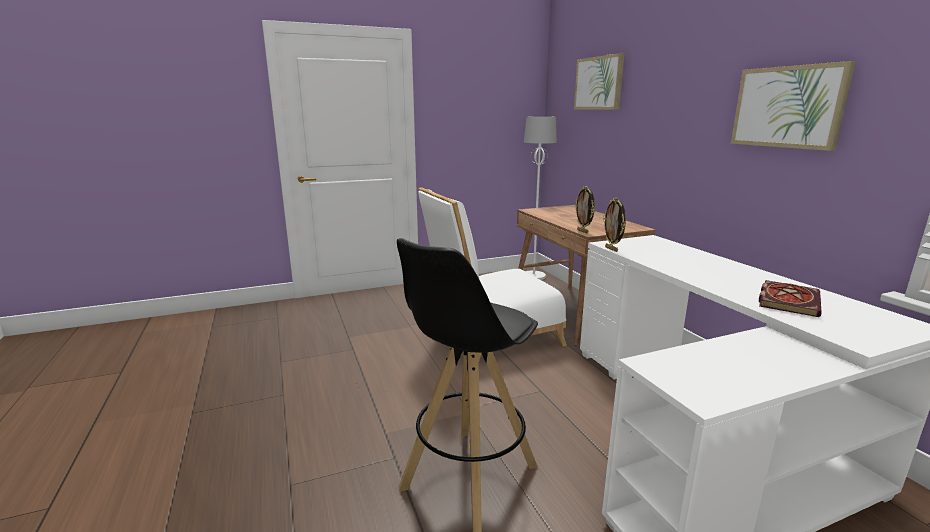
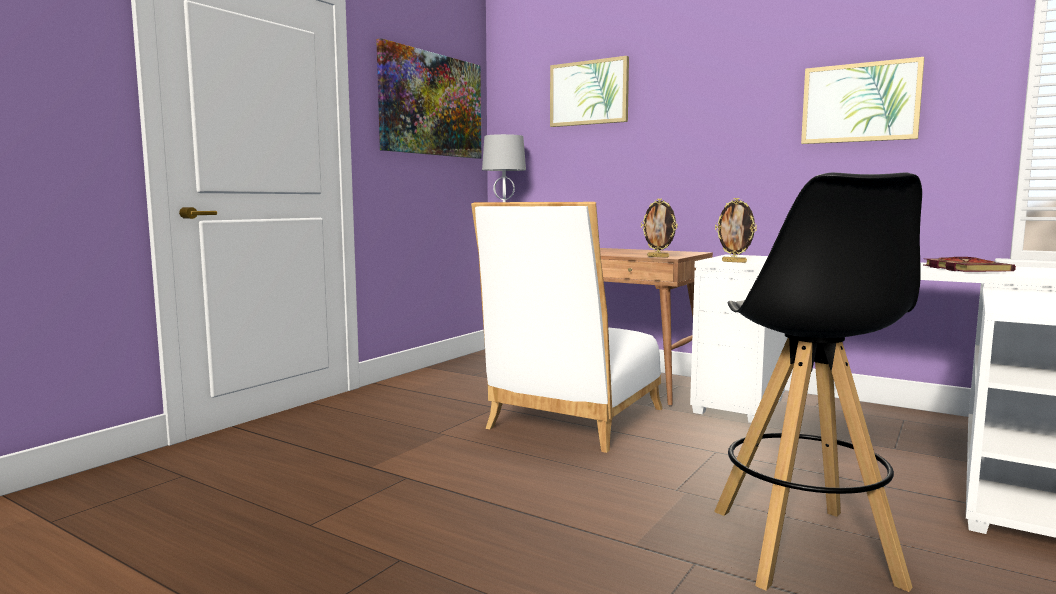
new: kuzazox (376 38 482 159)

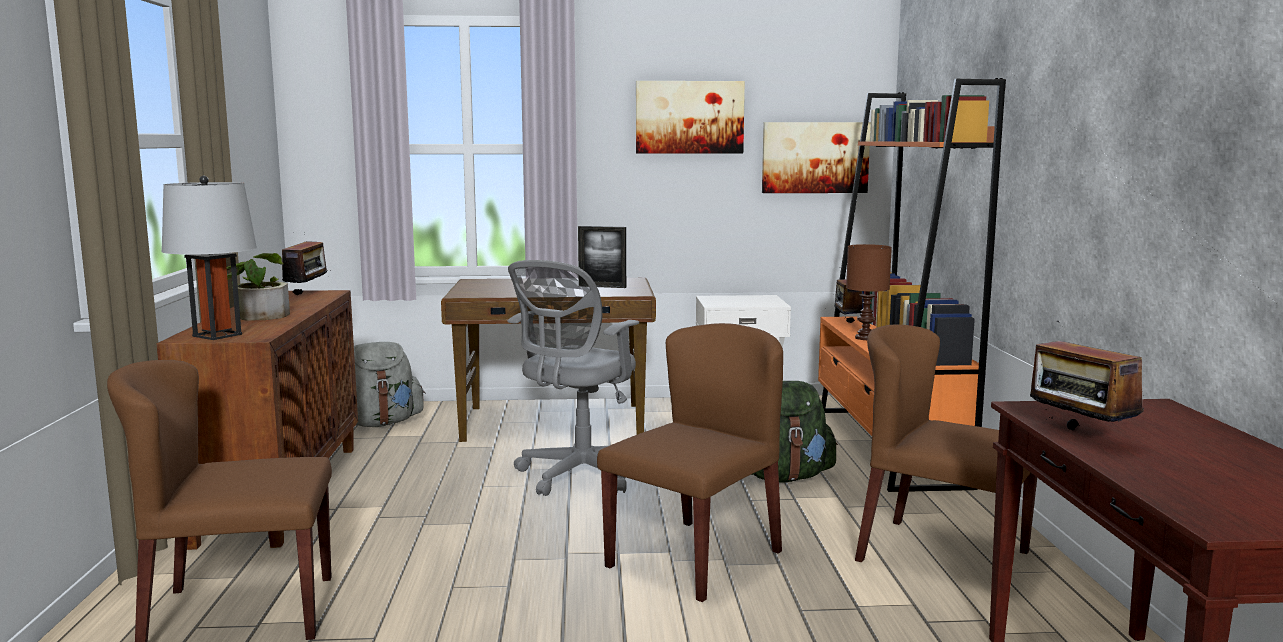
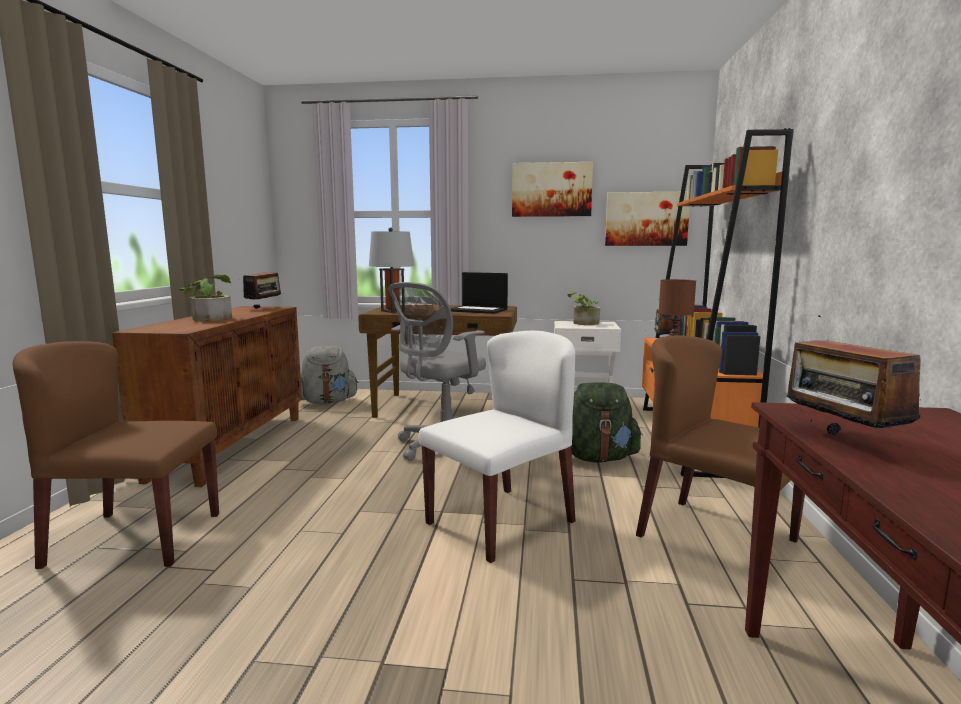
new: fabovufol (568 291 600 325)
shifted: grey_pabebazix (162 176 257 340) to (369 228 414 313)
swapped: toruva (578 226 626 288) to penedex (450 272 508 314)
repainted: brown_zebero (597 323 783 602) to white_zebero (418 331 575 563)

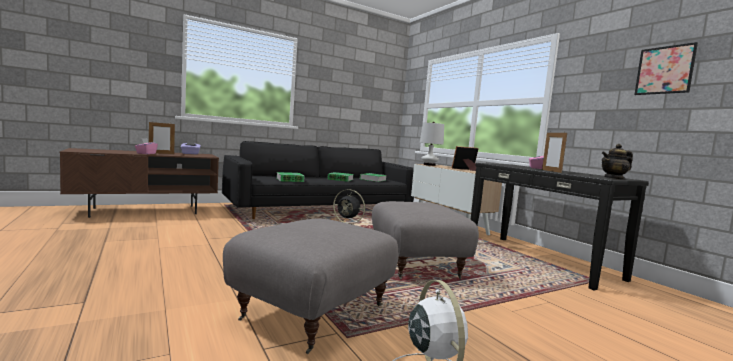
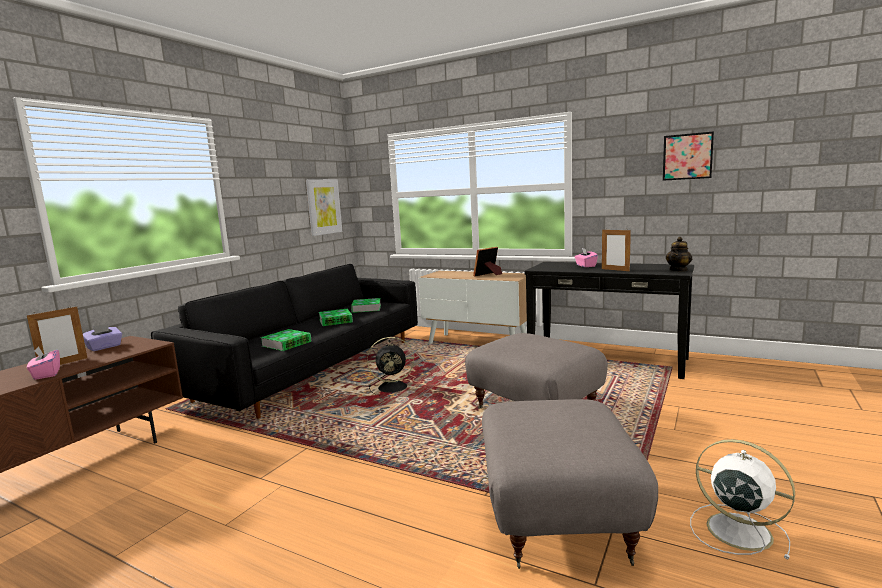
gone: white_pabebazix (420 122 444 166)
new: kuzazox (306 179 342 236)

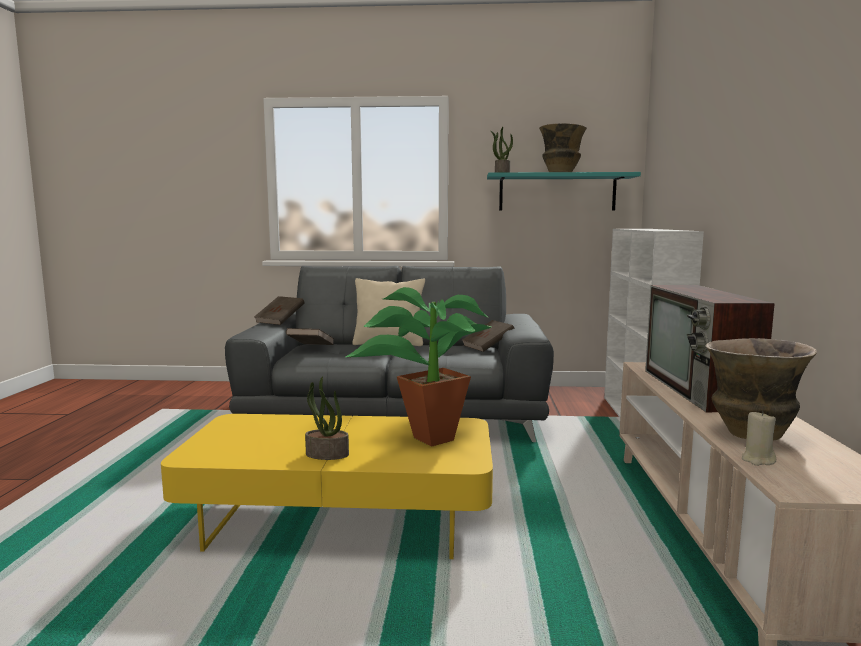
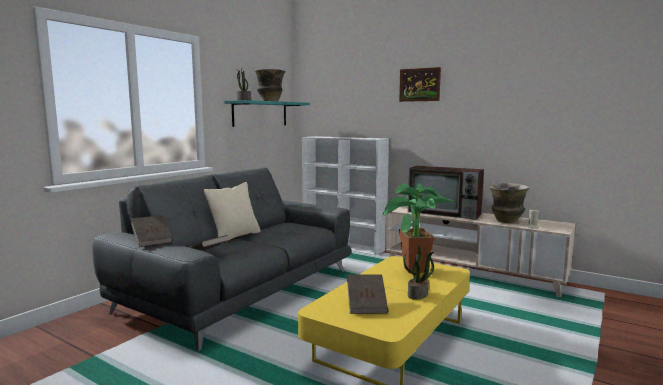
new: kuzazox (399 67 441 102)
shifted: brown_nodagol (462 320 514 352) to (347 275 388 314)

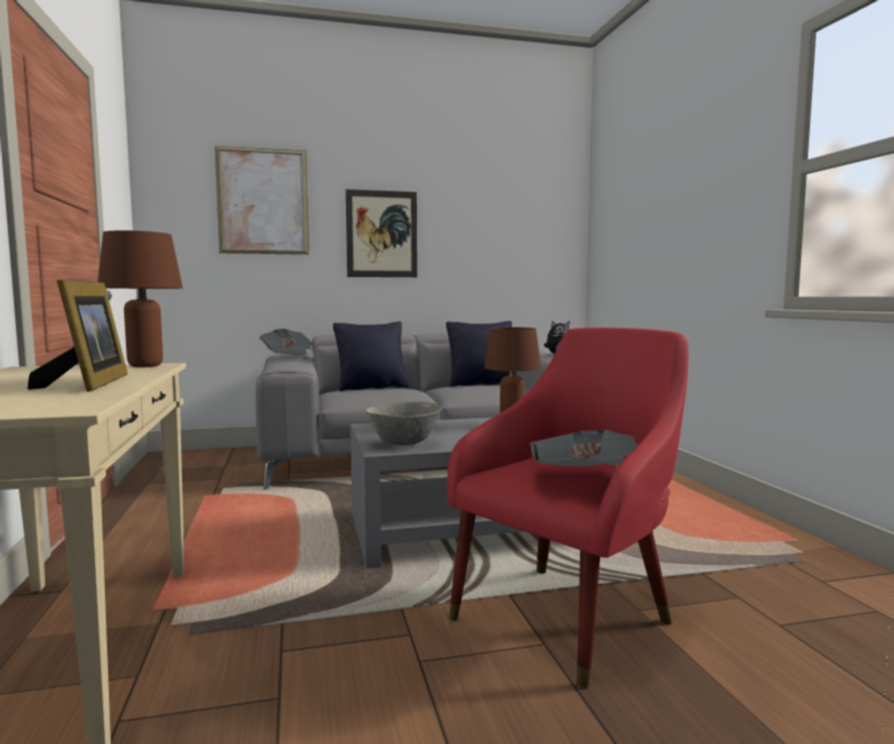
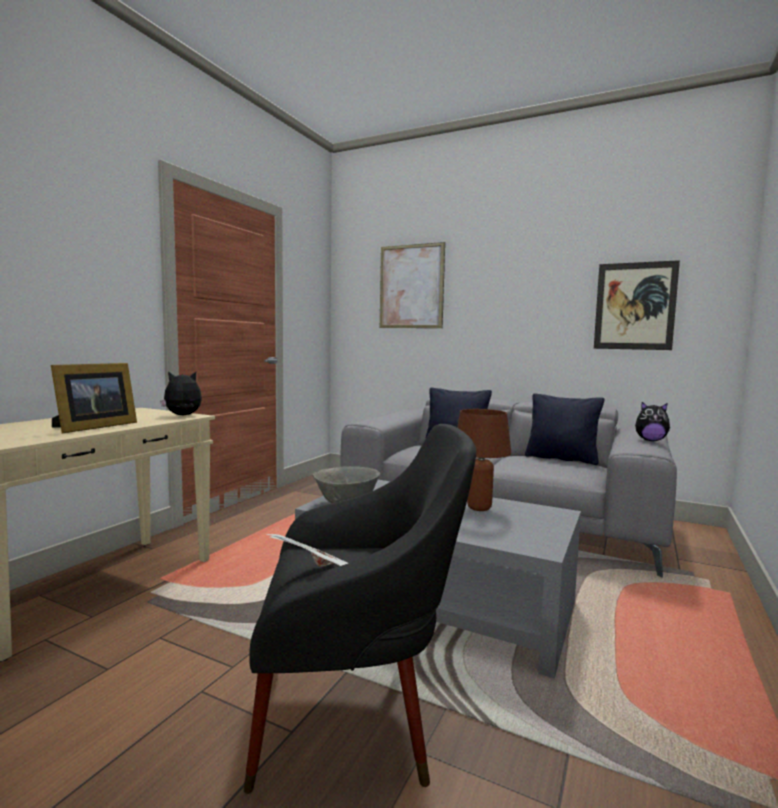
gone: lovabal (259 329 313 356)
shifted: kuzazox (346 189 417 277) to (594 260 680 350)
swapped: brown_pabebazix (98 230 183 367) to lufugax (160 371 202 416)
repainted: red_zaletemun (447 327 688 689) to black_zaletemun (244 424 476 794)

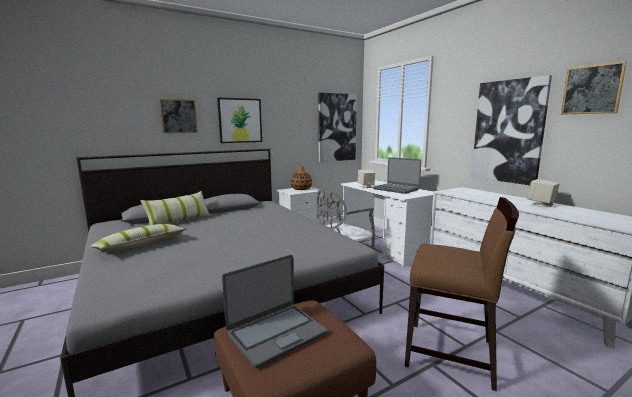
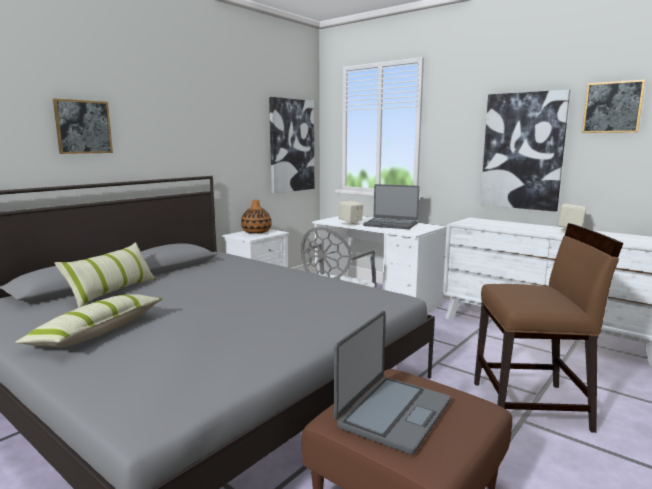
gone: kuzazox (217 98 262 143)

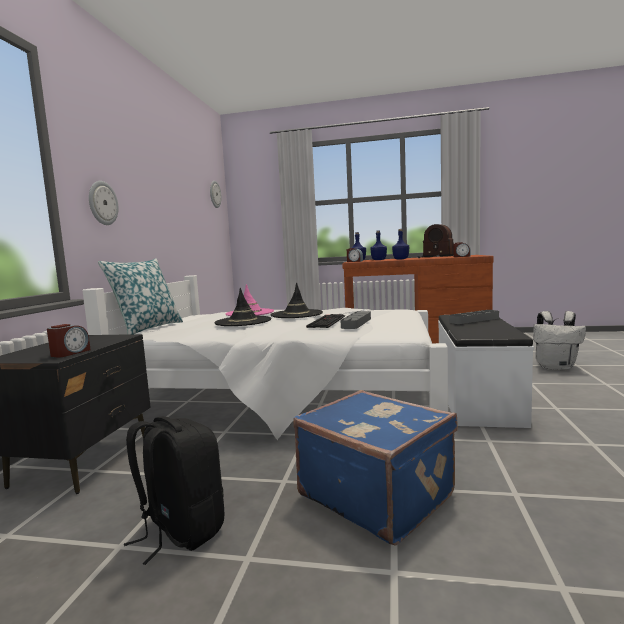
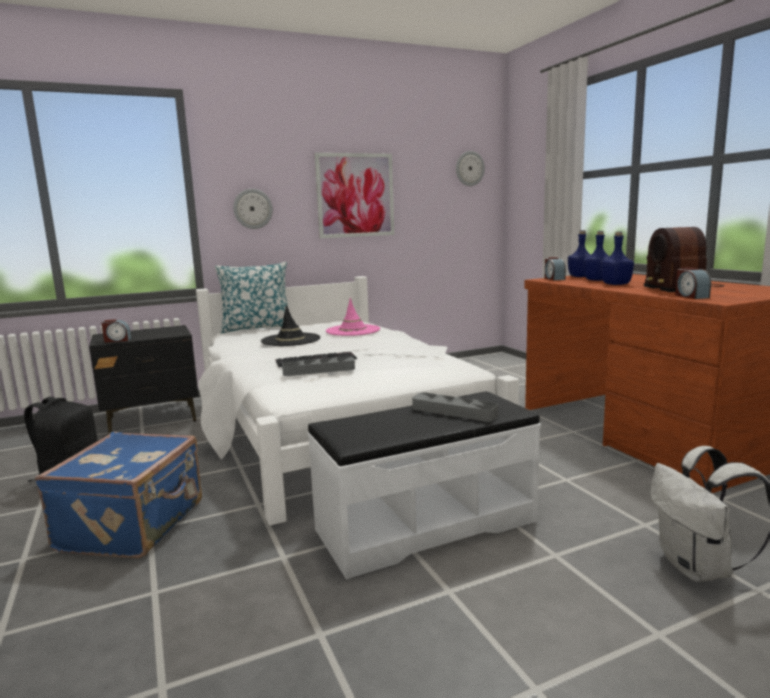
gone: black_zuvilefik (271 283 323 318)
new: kuzazox (315 153 394 238)

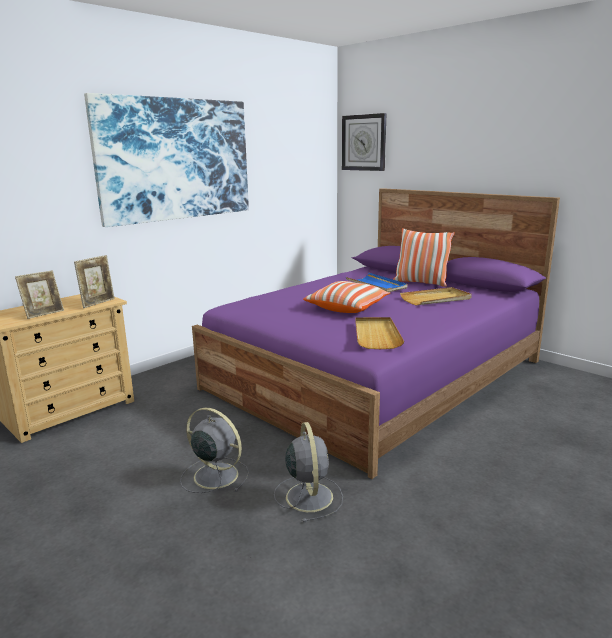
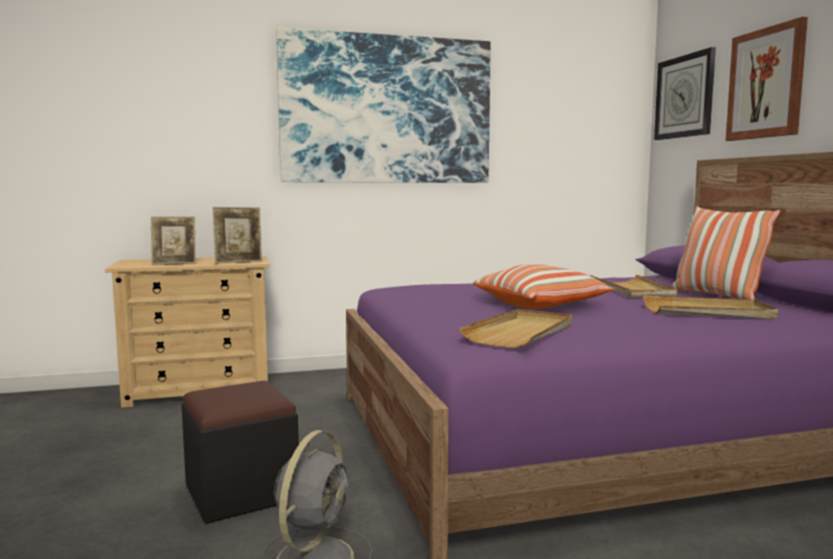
new: kuzazox (726 17 808 141)
swapped: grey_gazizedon (180 408 249 493) to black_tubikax (182 381 299 524)
repainted: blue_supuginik (346 273 408 292) to beige_supuginik (590 274 677 298)

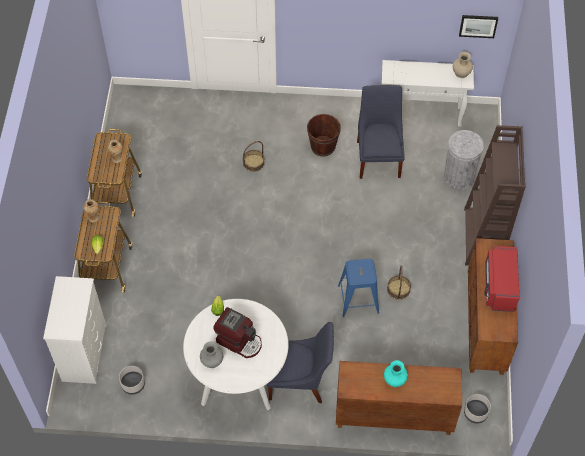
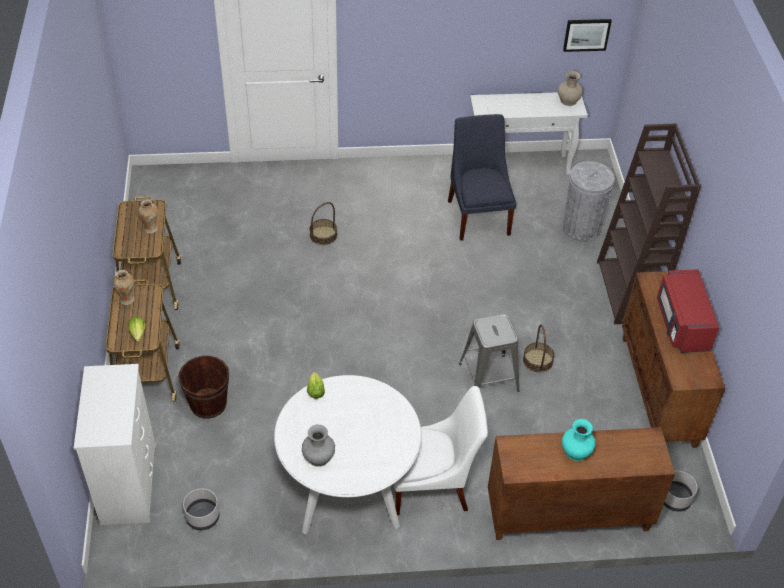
gone: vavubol (213 307 262 358)
shifted: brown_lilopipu (307 114 341 157) to (178 356 229 419)
repainted: blue_zebero (267 322 334 403) to white_zebero (394 386 488 515); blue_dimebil (338 259 379 317) to grey_dimebil (459 314 520 392)

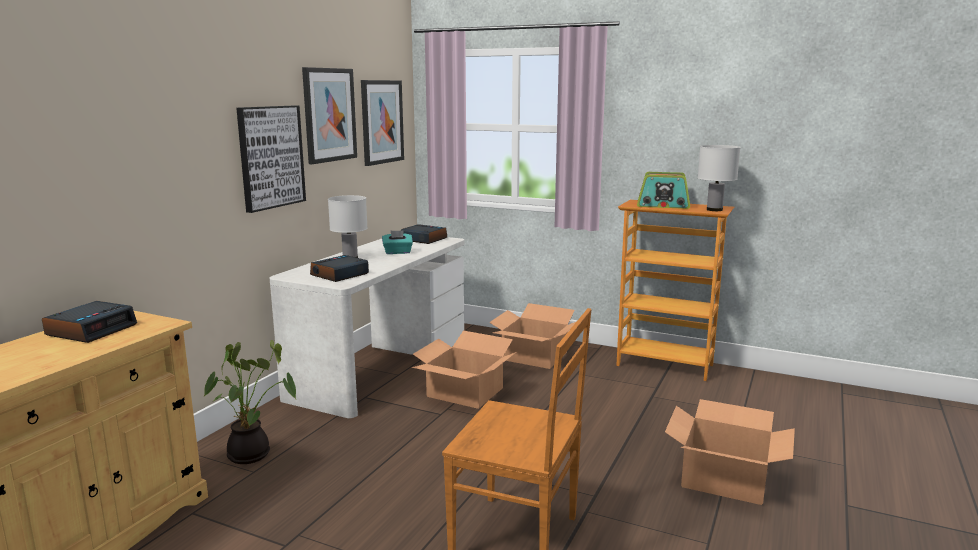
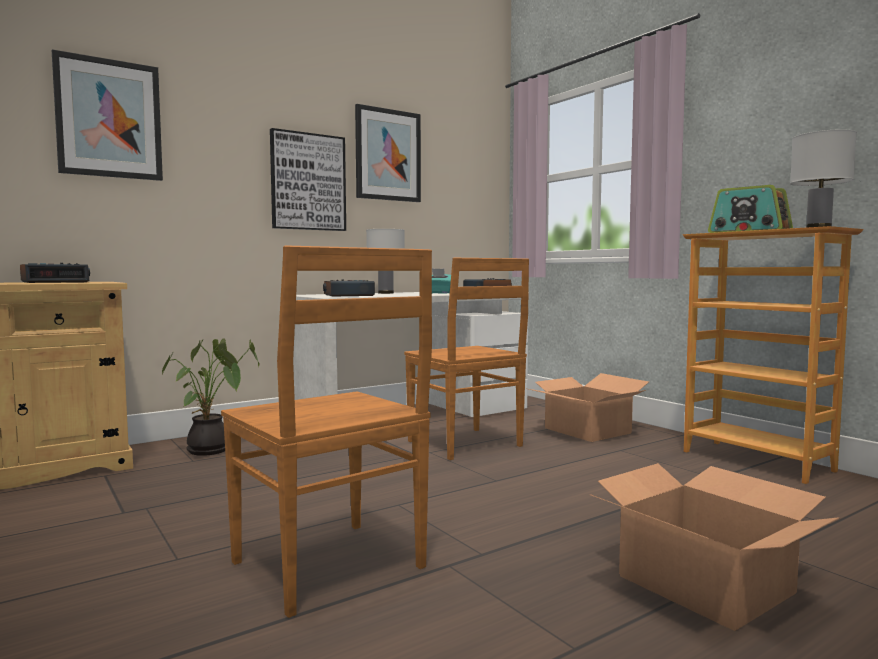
shifted: kuzazox (361 80 404 166) to (52 49 163 181)
swapped: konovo (412 330 516 409) to brown_zebero (404 258 529 460)

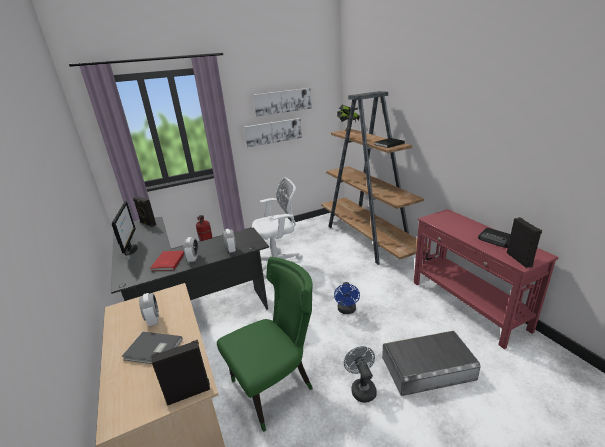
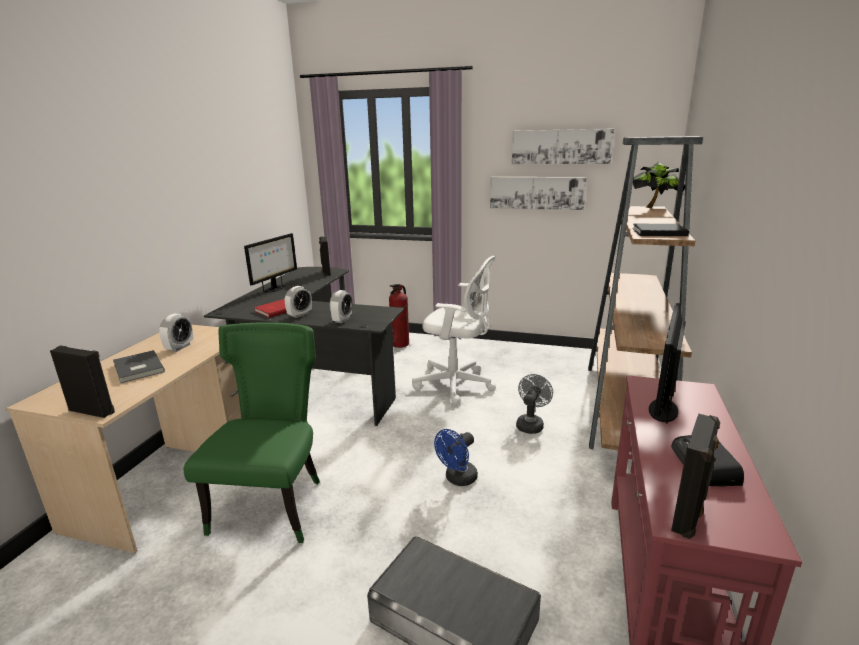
new: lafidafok (649 303 686 424)
shifted: grey_gazizedon (344 346 377 403) to (516 374 553 434)
rotated: green_zebero (217 257 313 432) = (184 322 320 543) 90 degrees counterclockwise

